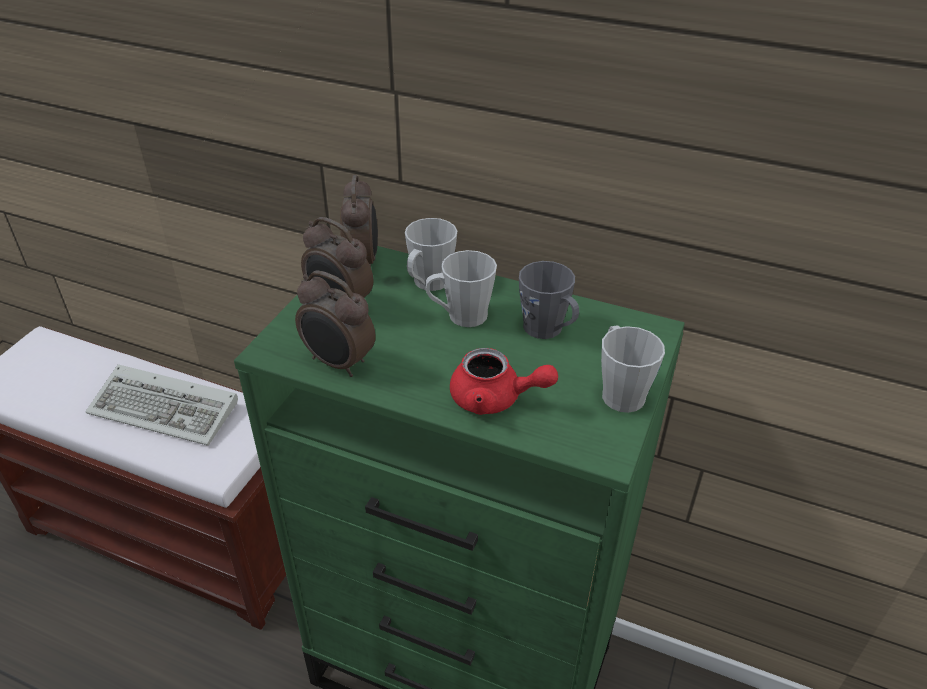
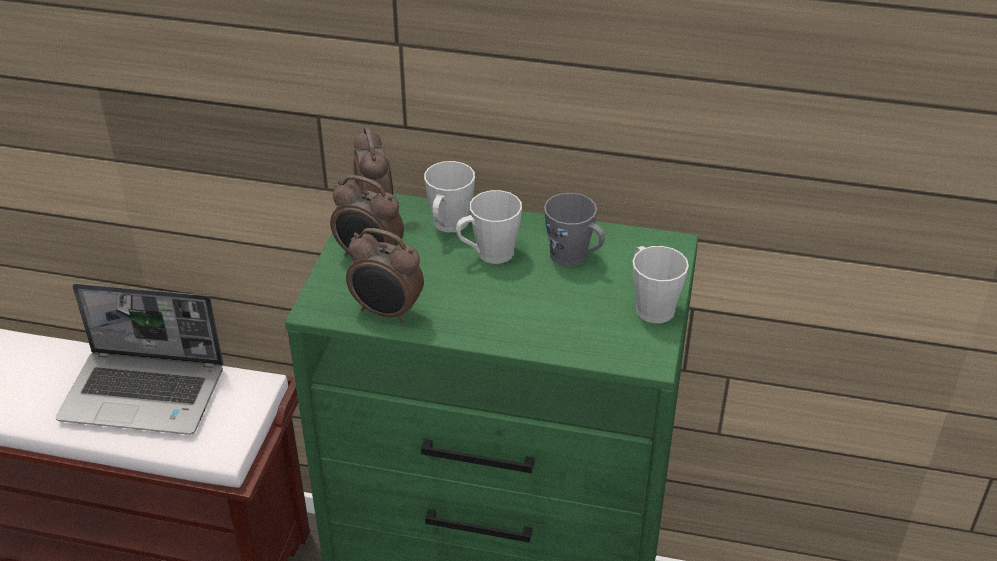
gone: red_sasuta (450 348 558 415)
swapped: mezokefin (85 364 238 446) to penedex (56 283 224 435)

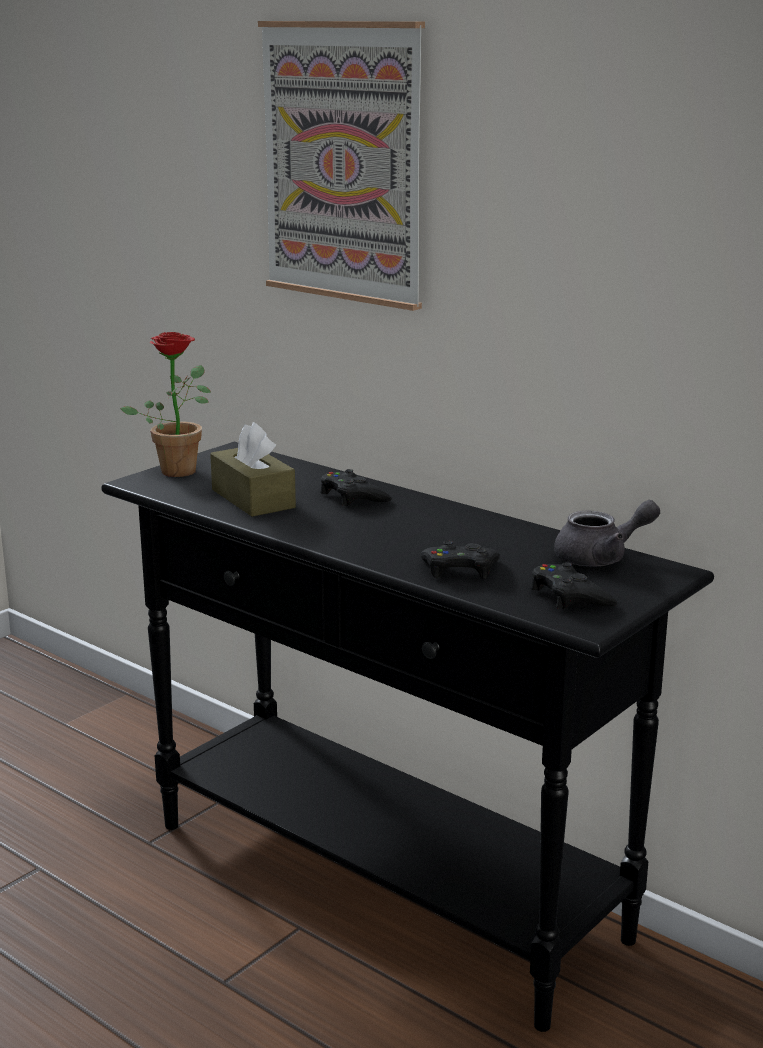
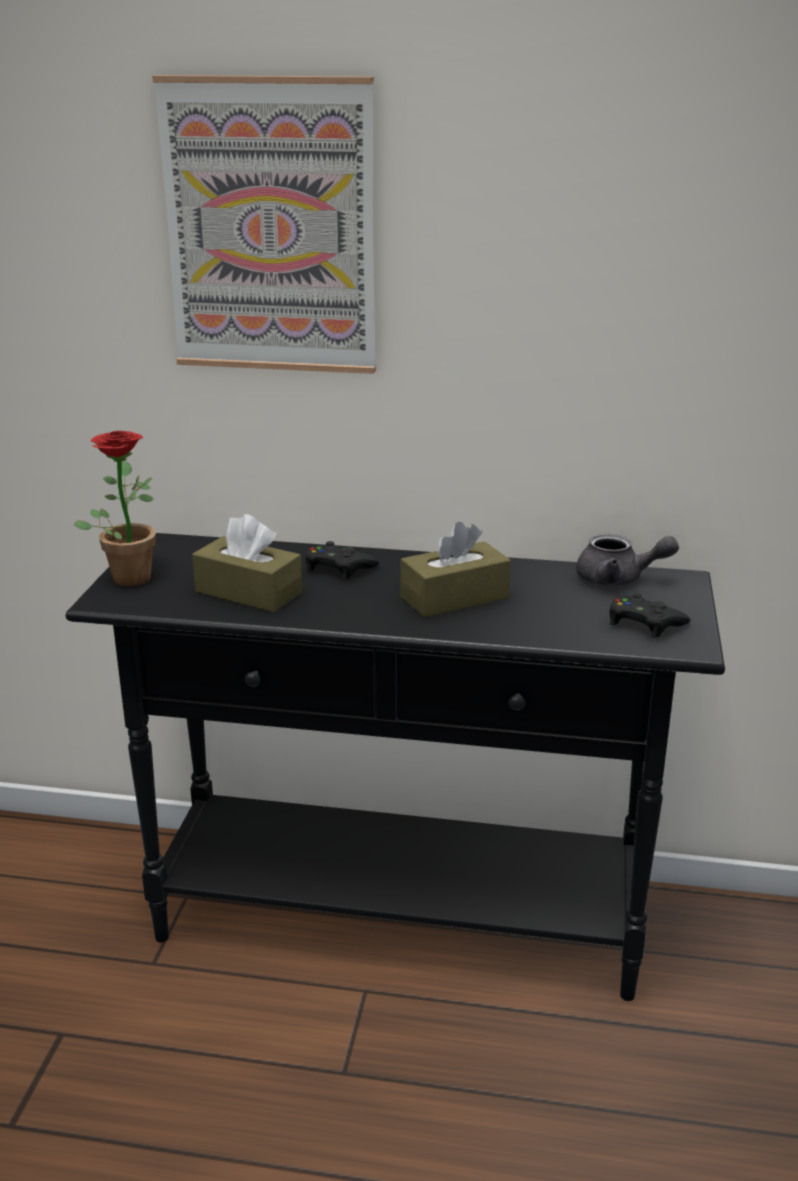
gone: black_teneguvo (420 541 500 579)
new: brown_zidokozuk (400 522 511 617)
rotated: grey_sasuta (554 500 660 567) = (576 534 679 586) 60 degrees clockwise

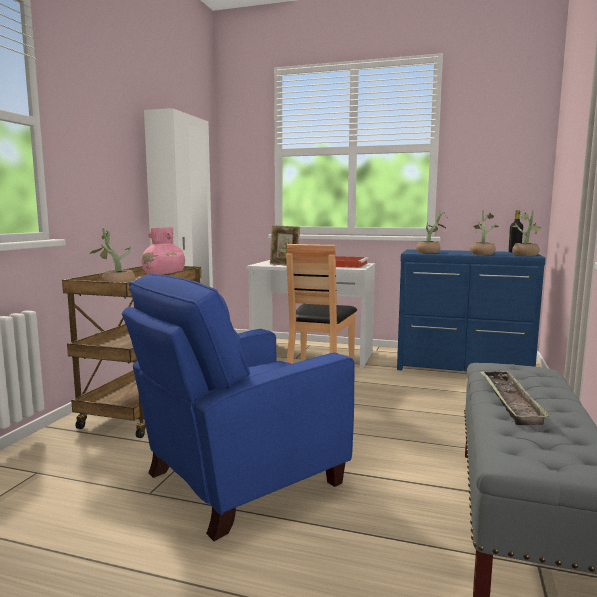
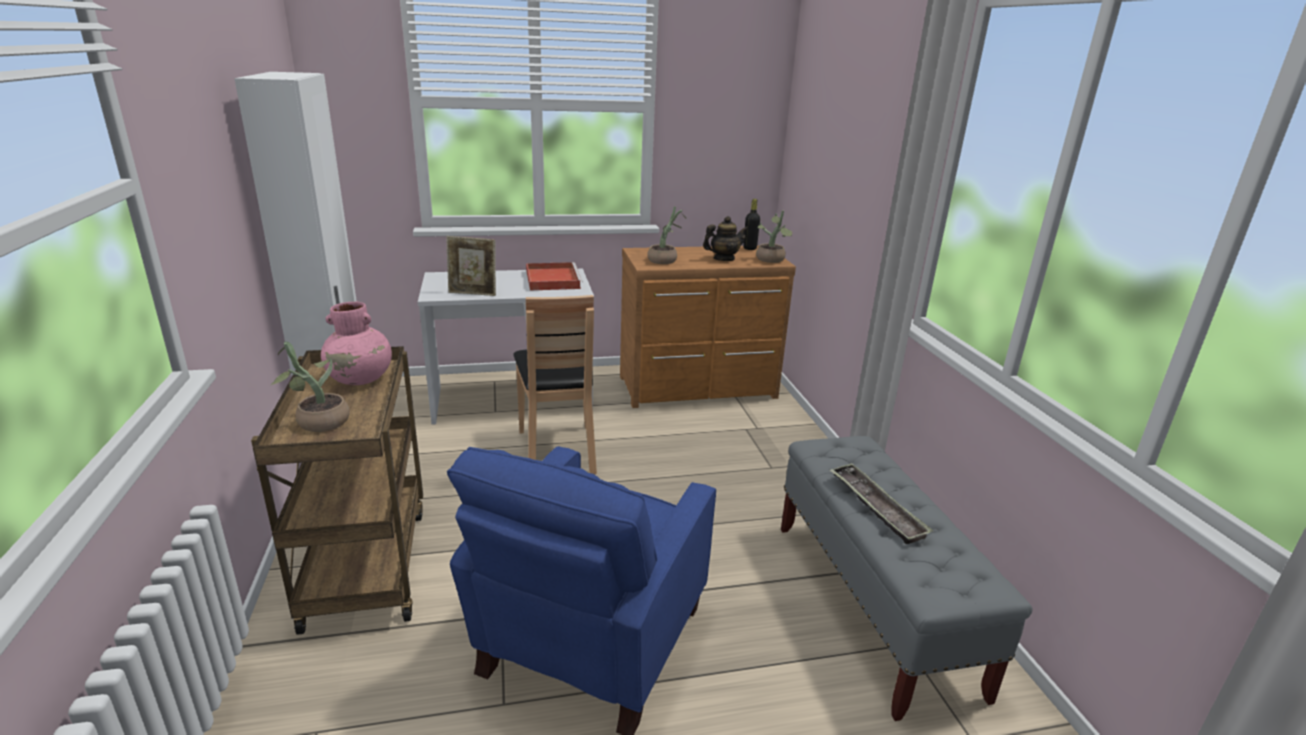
swapped: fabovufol (470 210 499 255) to sasuta (703 216 748 261)
repainted: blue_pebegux (397 249 546 371) to brown_pebegux (620 246 796 408)

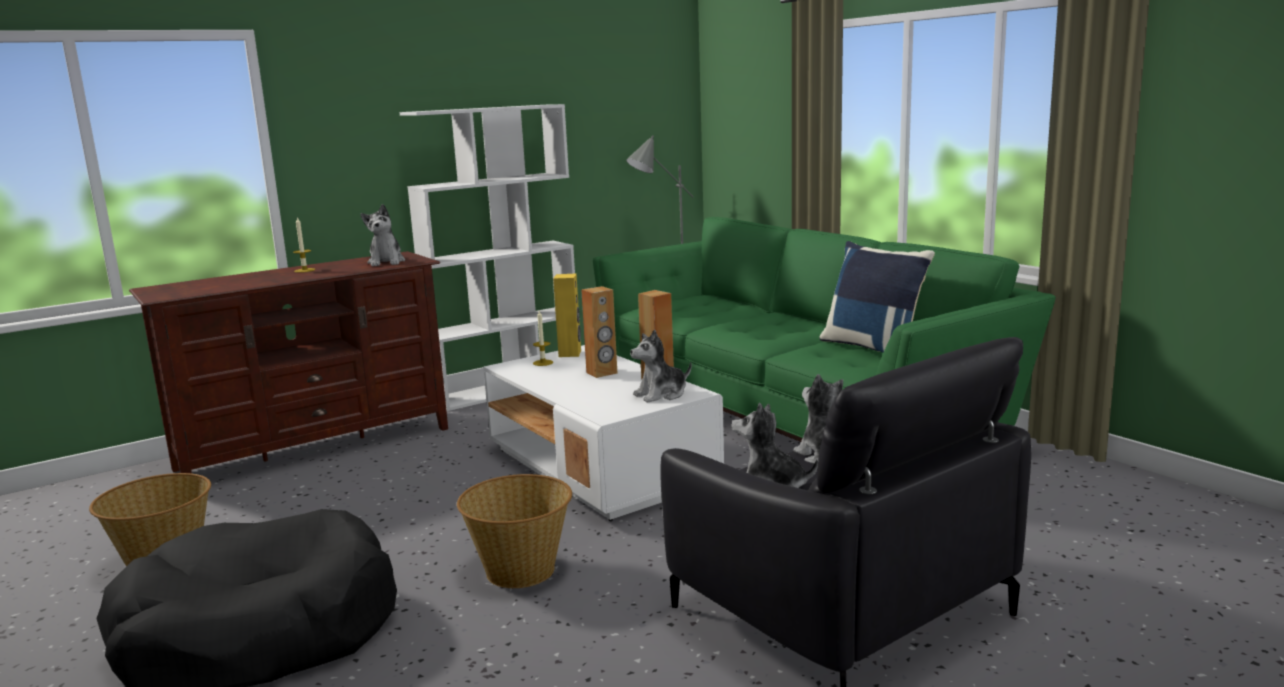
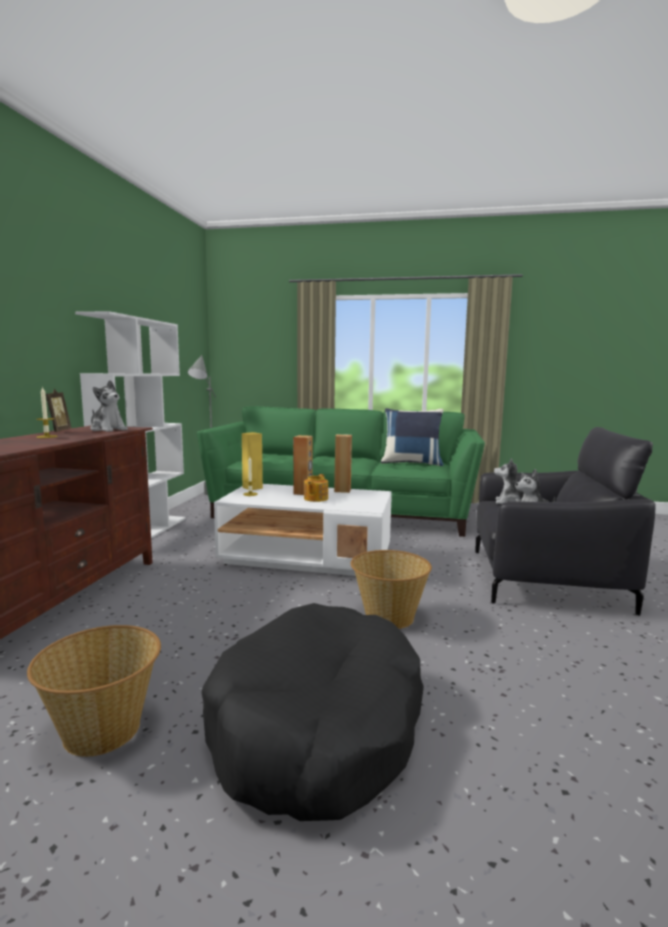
gone: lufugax (630 329 692 403)
new: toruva (43 389 71 433); sasuta (304 474 328 502)

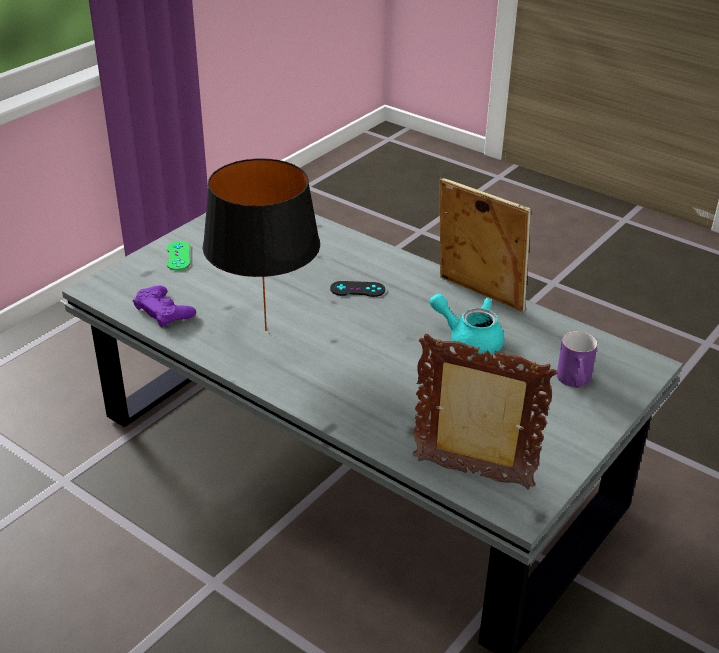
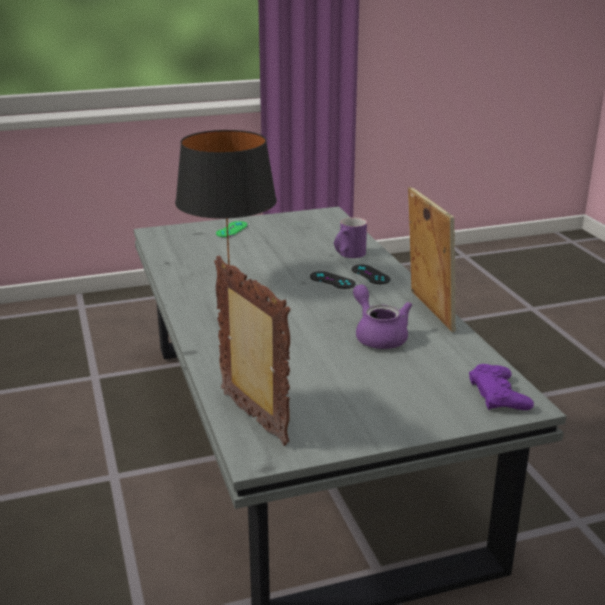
new: black_teneguvo (352 264 390 284)
shifted: purple_teneguvo (133 286 196 327) to (469 364 534 410); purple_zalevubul (557 331 598 388) to (334 217 367 258)
repainted: turquoise_sasuta (430 294 504 355) to purple_sasuta (353 285 412 349)

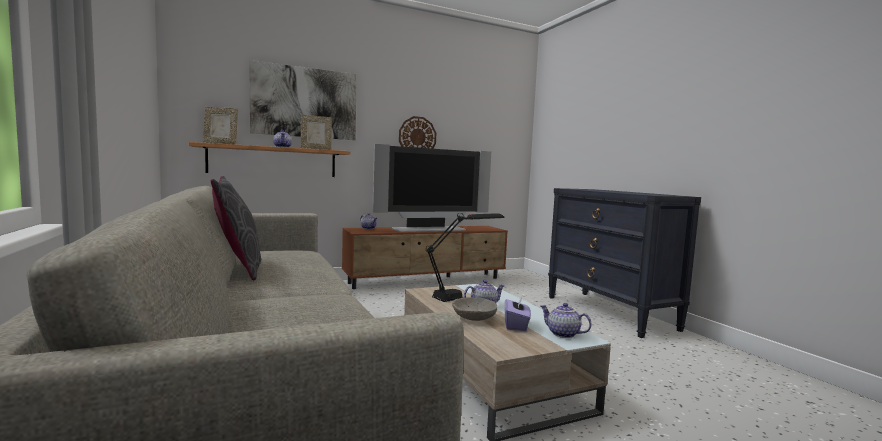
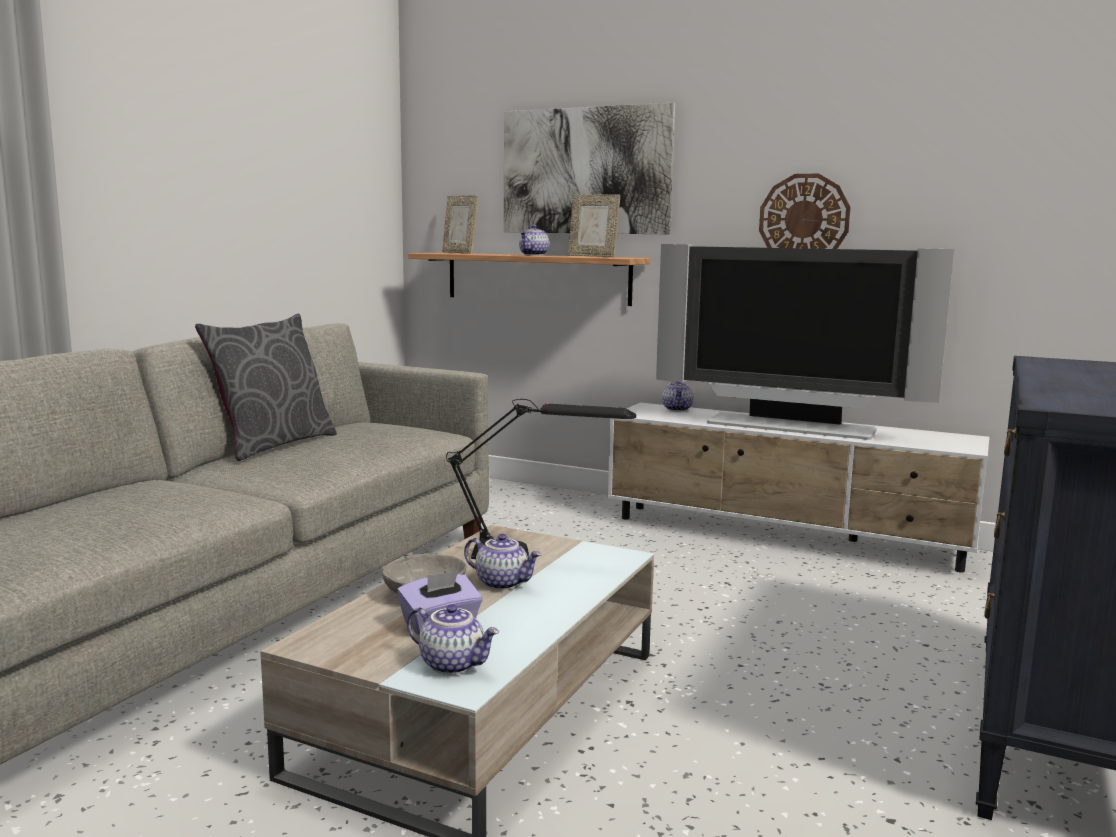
repainted: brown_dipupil (342 226 508 289) to white_dipupil (607 403 989 573)
rotated: sasuta (540 303 592 338) = (407 604 499 675) 120 degrees clockwise

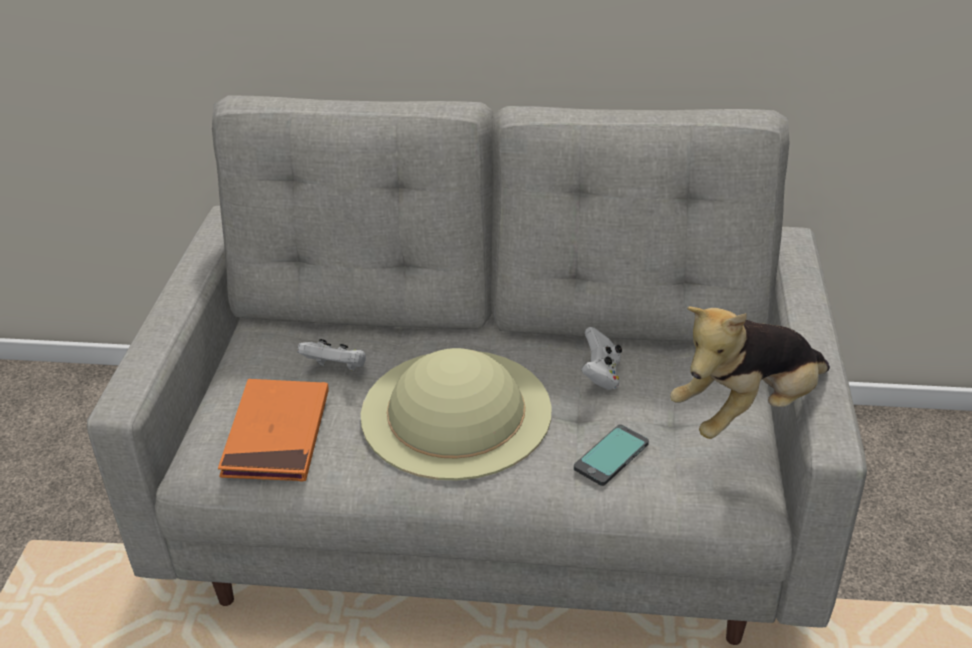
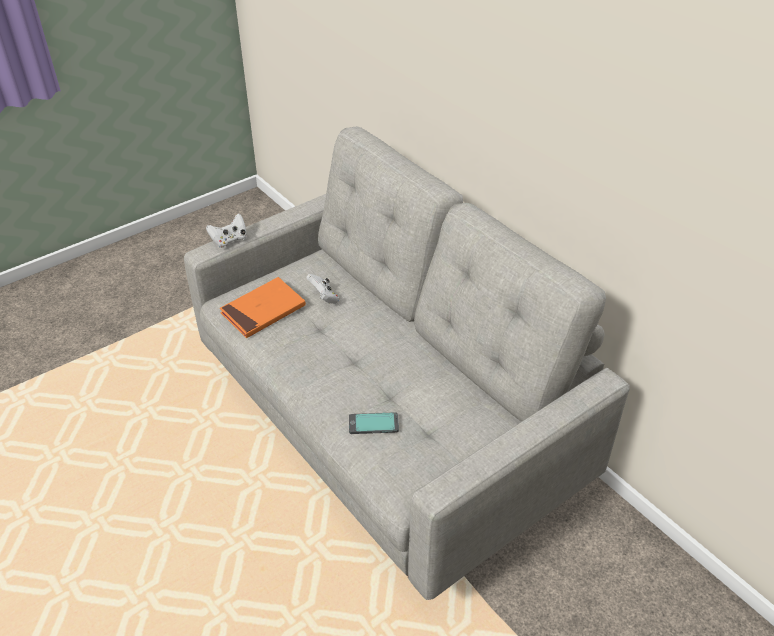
gone: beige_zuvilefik (361 348 552 481); lufugax (670 306 830 439)
shifted: white_teneguvo (581 327 622 390) to (206 213 247 248)

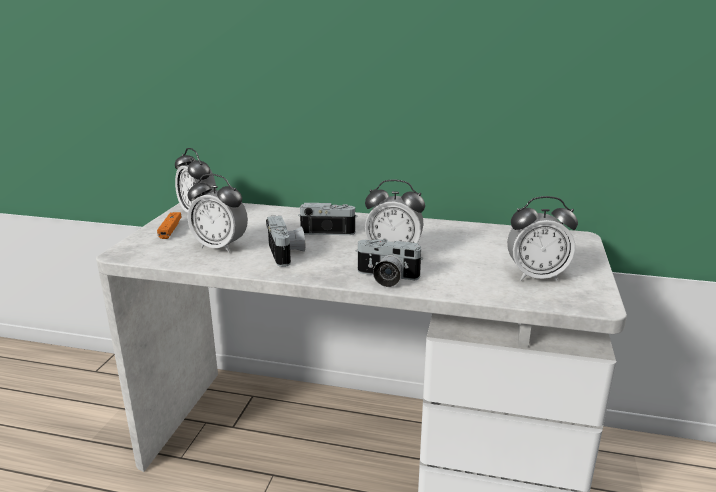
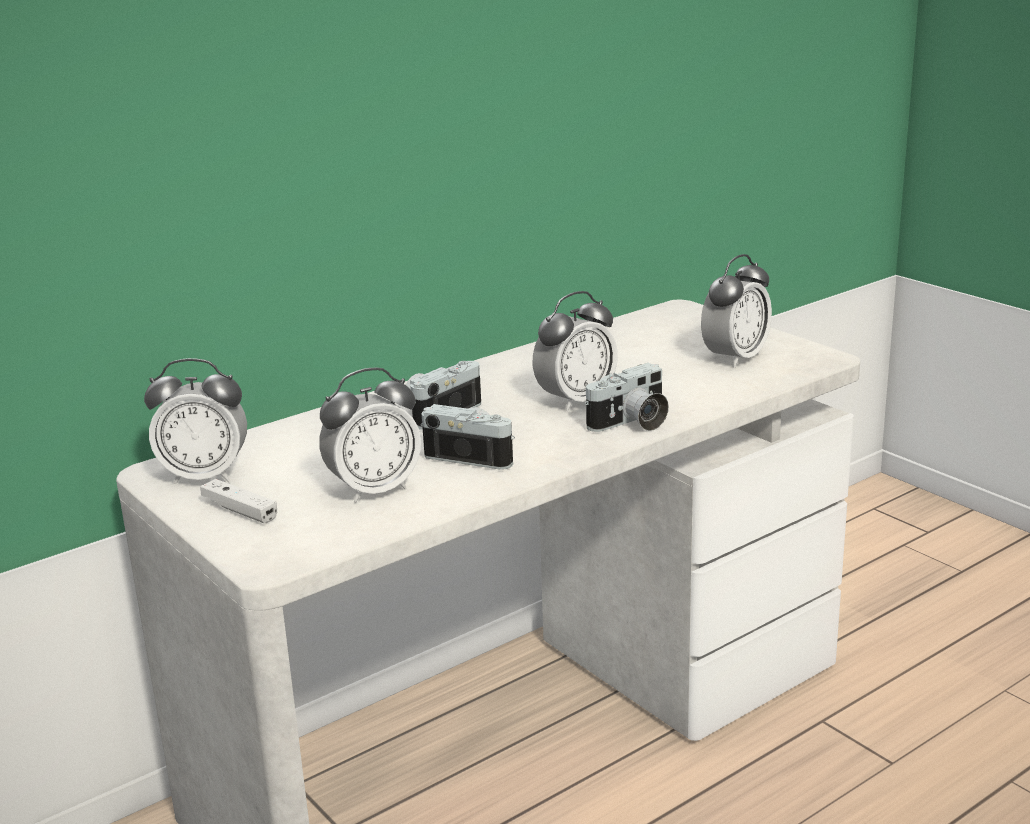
repainted: orange_teneguvo (157 212 182 239) to white_teneguvo (200 479 277 523)

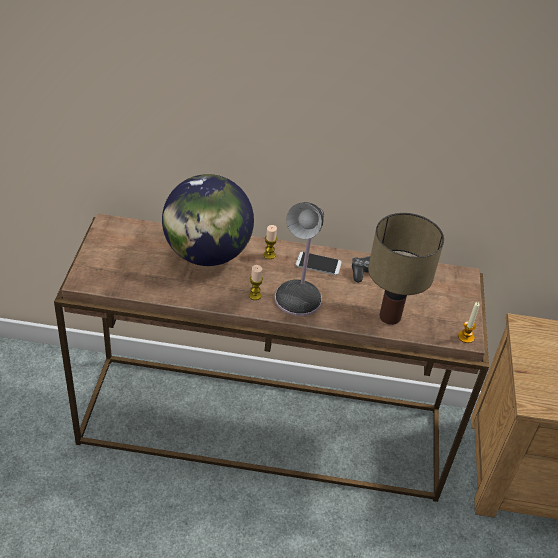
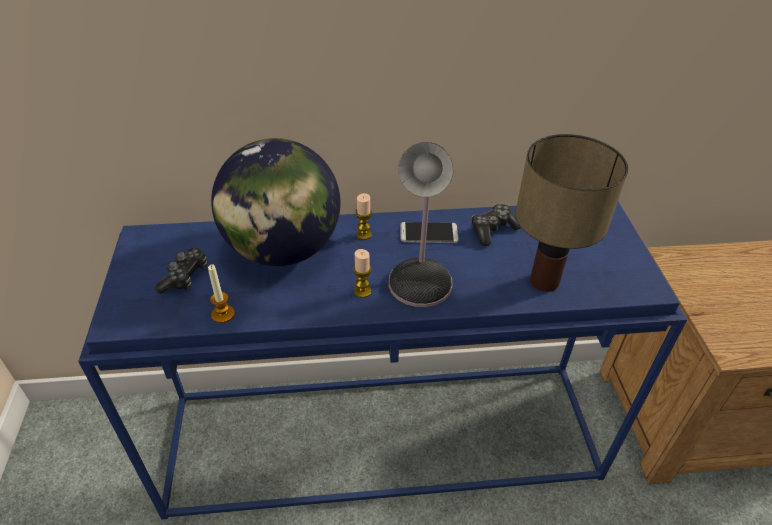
new: teneguvo (155 248 207 294)
shifted: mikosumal (458 302 480 343) to (208 264 235 323)
repainted: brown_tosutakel (54 213 489 502) to blue_tosutakel (78 202 687 520)

